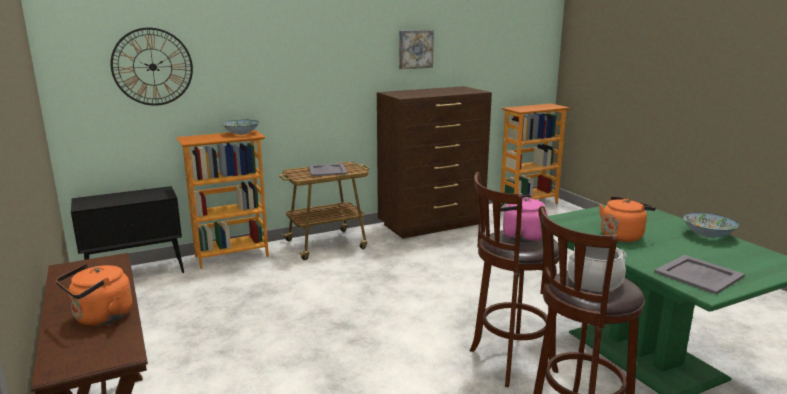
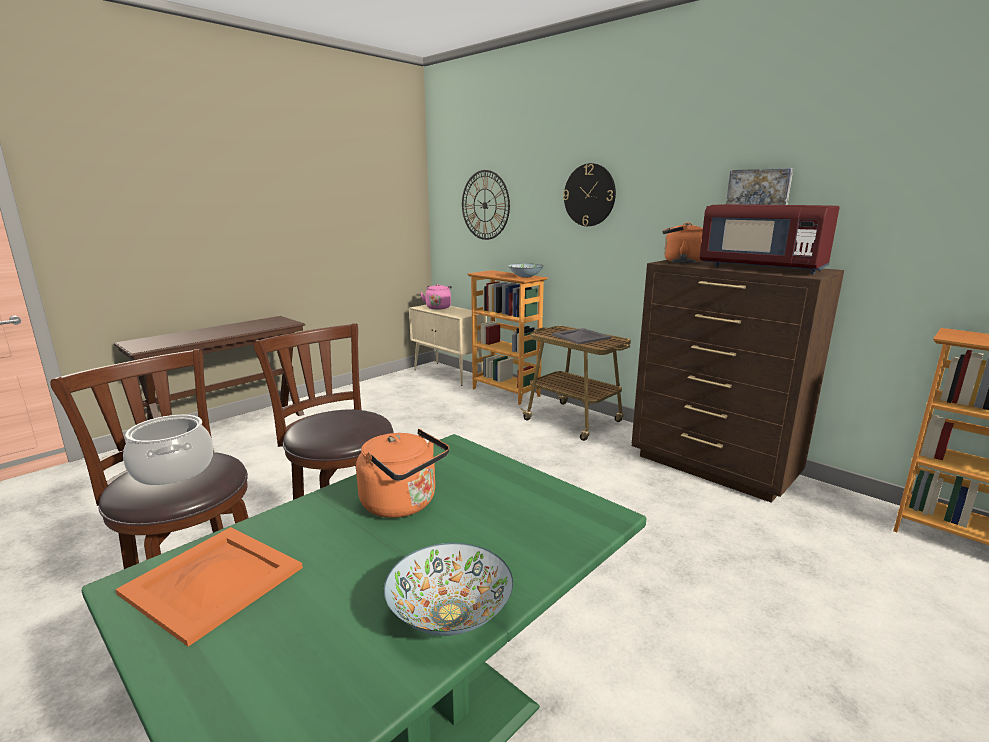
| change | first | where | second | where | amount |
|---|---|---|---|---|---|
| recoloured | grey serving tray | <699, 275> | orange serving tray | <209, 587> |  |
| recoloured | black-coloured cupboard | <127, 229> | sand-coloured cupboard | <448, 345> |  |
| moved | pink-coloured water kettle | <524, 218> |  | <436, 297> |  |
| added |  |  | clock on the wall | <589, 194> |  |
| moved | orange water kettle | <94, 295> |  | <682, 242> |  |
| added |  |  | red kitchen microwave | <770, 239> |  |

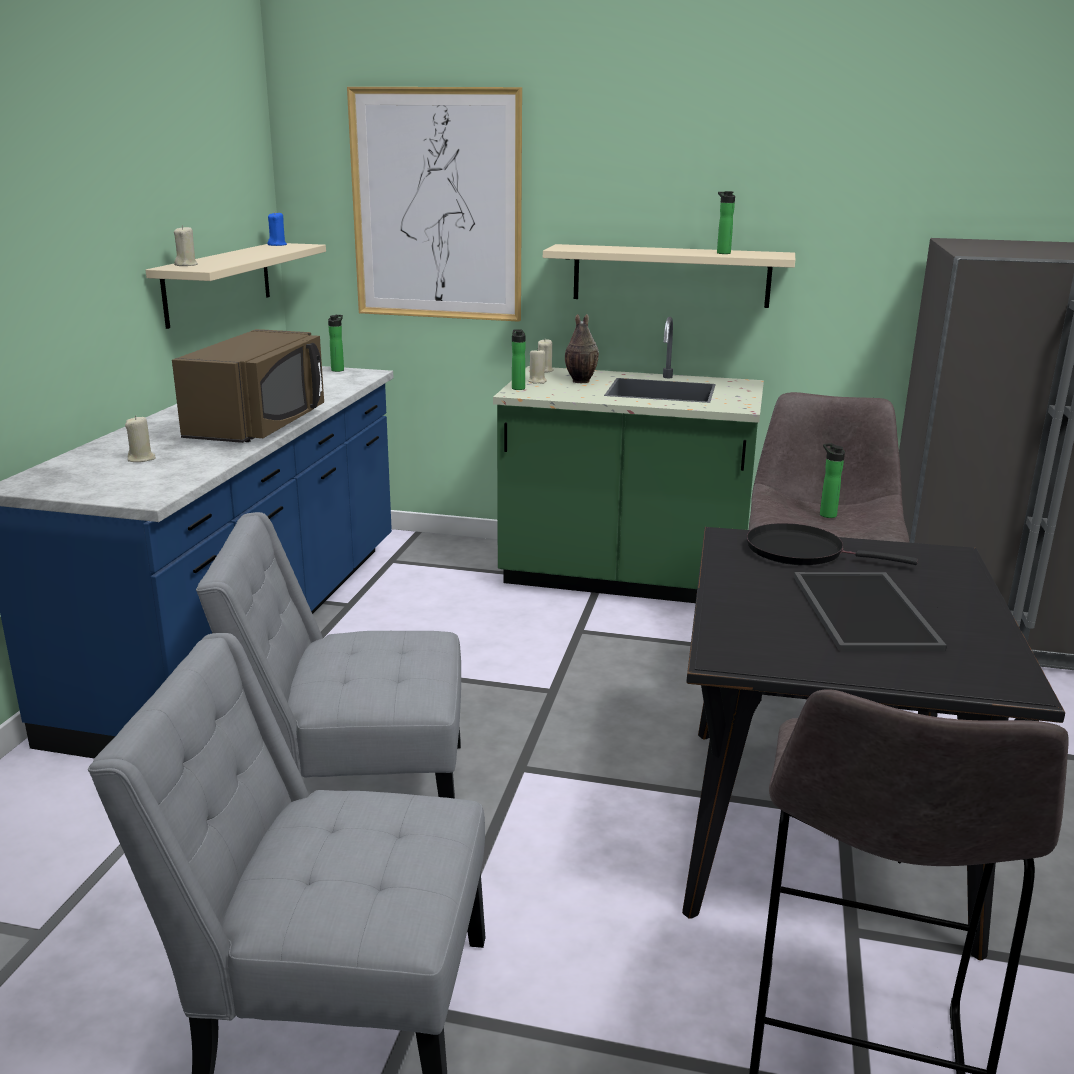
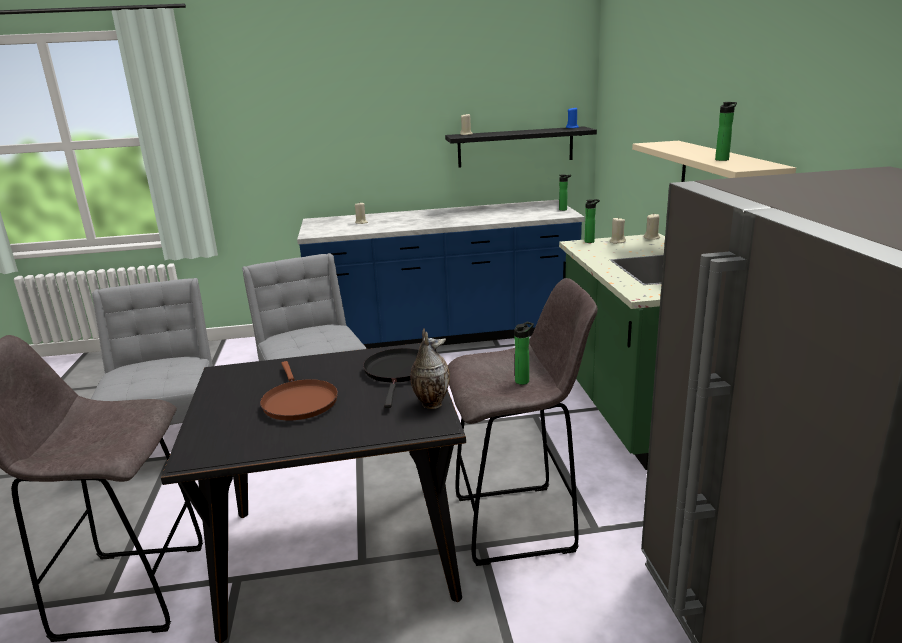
| change | first | where | second | where | amount |
|---|---|---|---|---|---|
| replaced | serving tray | <870, 611> | brown frying pan | <299, 390> |  |
| moved | flower vase | <582, 348> |  | <430, 368> |  |
| recoloured | sand-coloured shelf | <236, 286> | black-coloured shelf | <521, 147> |  |
| removed | brown kitchen microwave | <248, 386> |  |  |  |
| removed | wall art | <434, 204> |  |  |  |

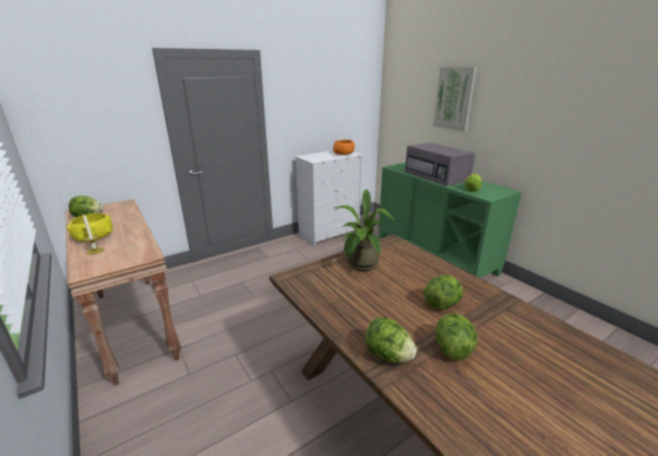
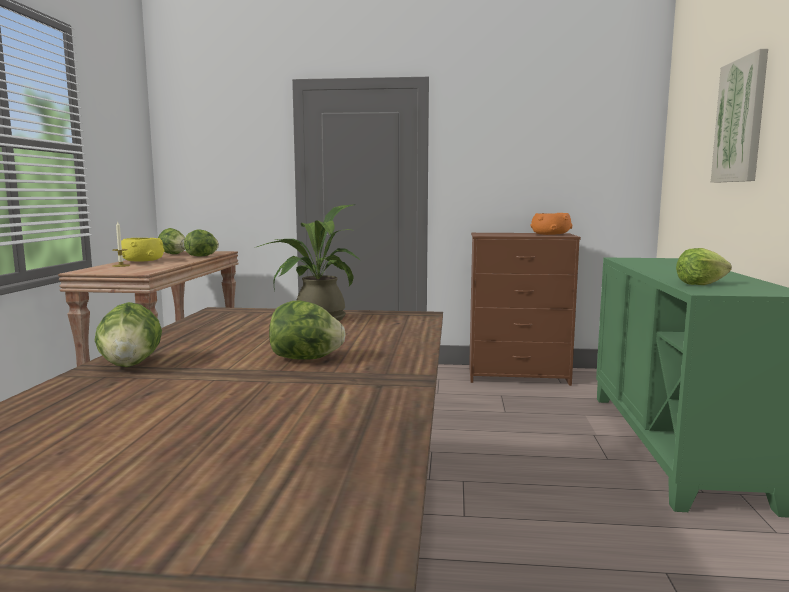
| change | first | where | second | where | amount |
|---|---|---|---|---|---|
| moved | lettuce head | <457, 337> |  | <201, 243> |  |
| recoloured | white-coloured drawer chest | <329, 198> | brown drawer chest | <525, 309> |  |
| removed | grey kitchen microwave | <440, 165> |  |  |  |

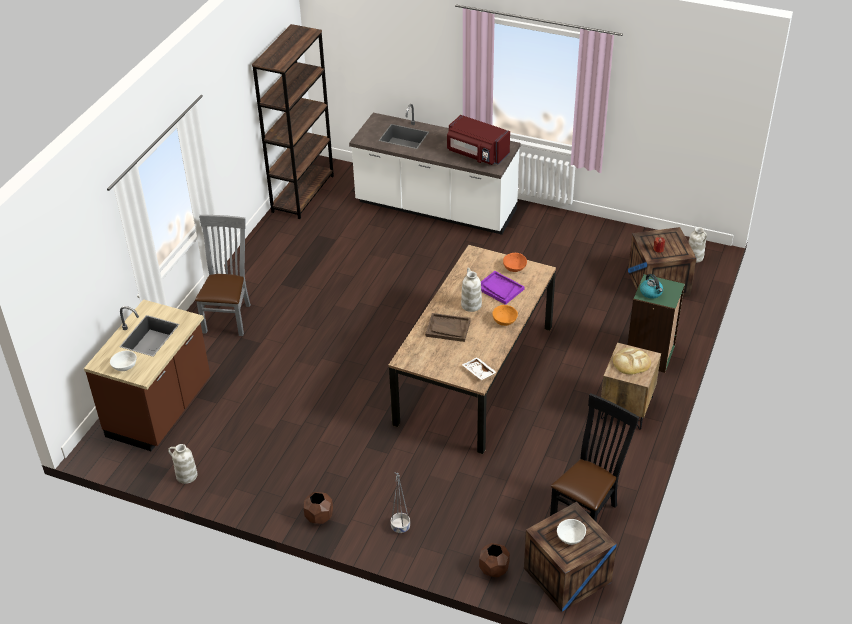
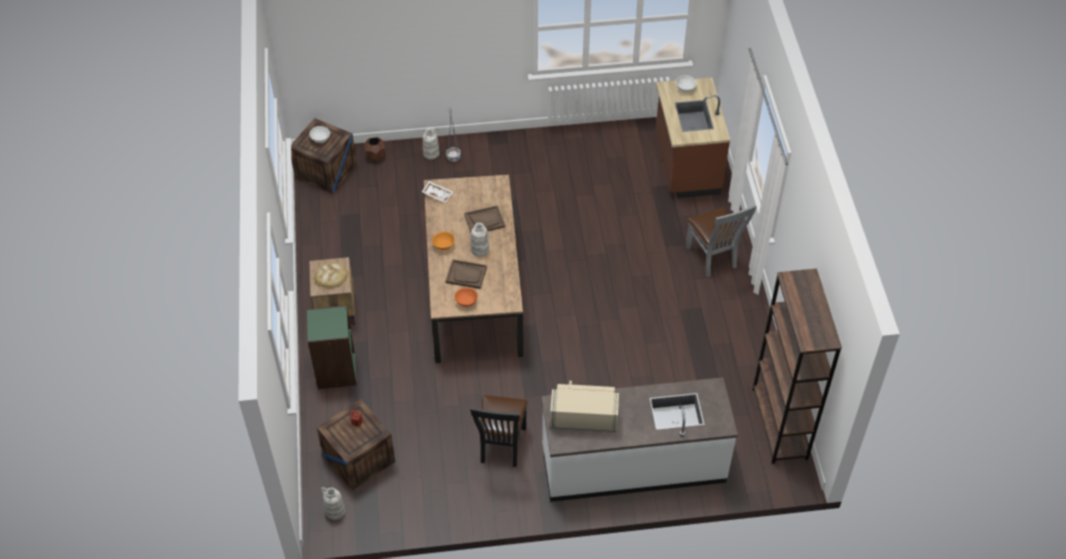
| change | first | where | second | where | amount |
|---|---|---|---|---|---|
| moved | white-coloured flower vase | <183, 464> |  | <431, 143> |  |
| recoloured | purple serving tray | <503, 288> | brown serving tray | <466, 274> |  |
| moved | black-coloured plain chair | <594, 457> |  | <499, 431> |  |
| recoloured | red kitchen microwave | <478, 140> | sand-coloured kitchen microwave | <584, 406> |  |
| removed | brown flower pot | <318, 508> |  |  |  |
| removed | water kettle | <651, 286> |  |  |  |

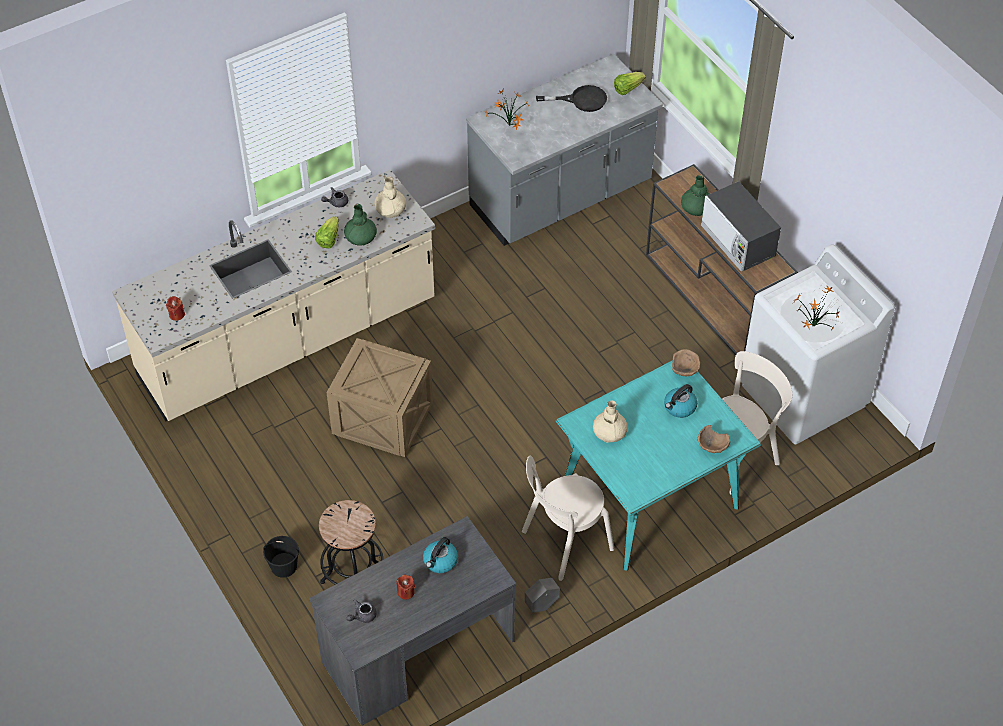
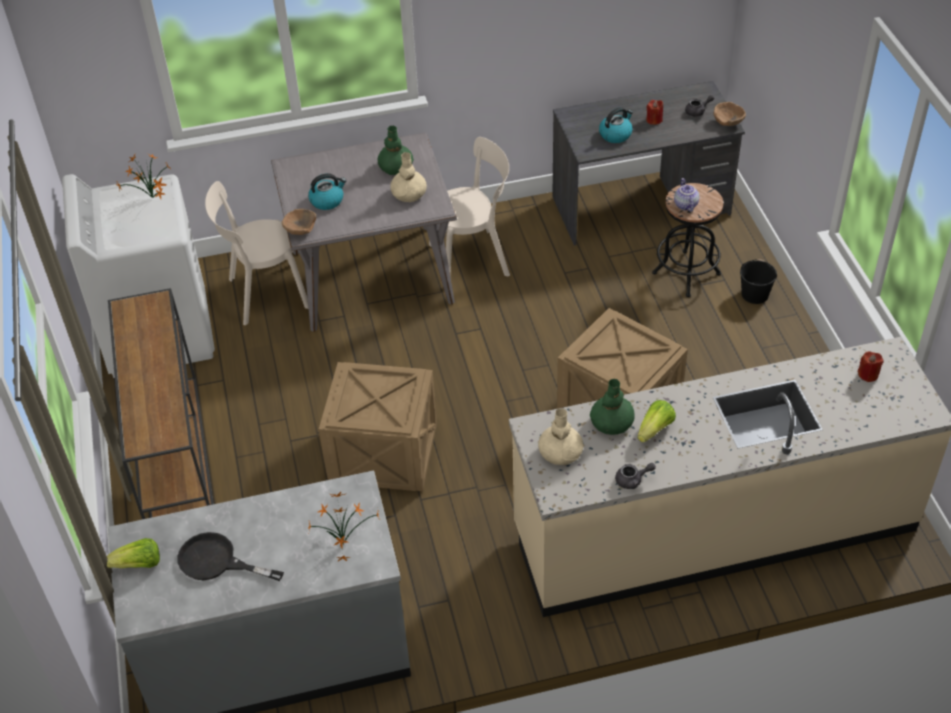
| change | first | where | second | where | amount |
|---|---|---|---|---|---|
| recoloured | turquoise-coloured dining table | <658, 465> | grey dining table | <364, 232> |  |
| added |  |  | packing crate | <378, 426> |  |
| moved | greenish flower vase | <695, 195> |  | <395, 150> |  |
| added |  |  | tea pot | <686, 195> |  |
| moved | brown deep dish | <713, 439> |  | <730, 114> |  |
| removed | grey flower pot | <542, 595> |  |  |  |
| removed | kitchen microwave | <741, 226> |  |  |  |

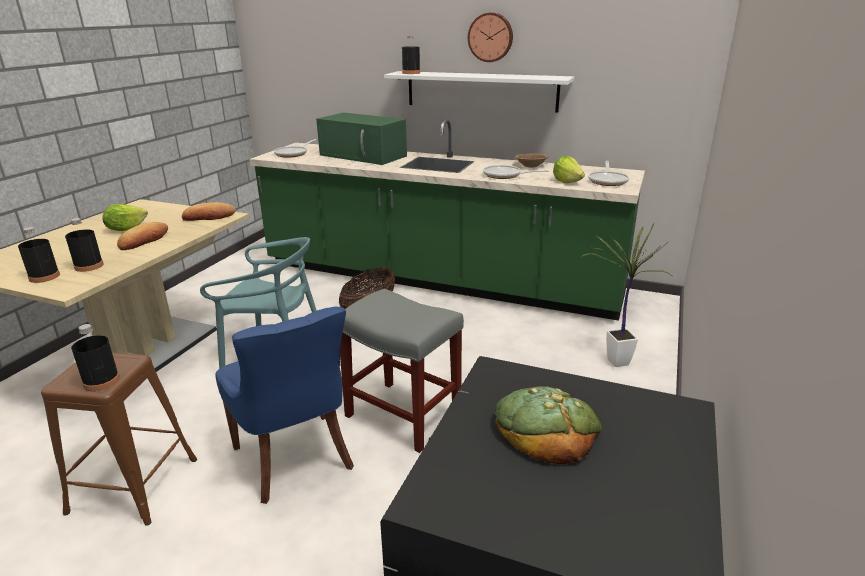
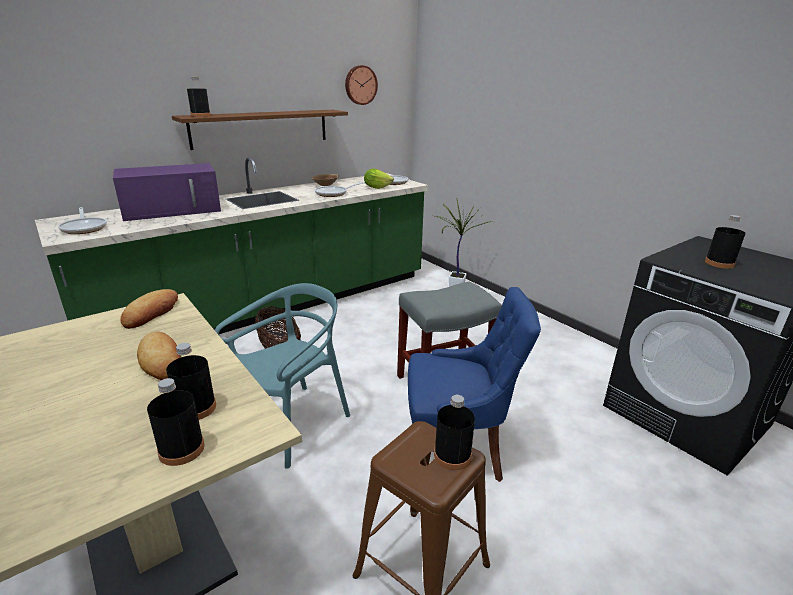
| change | first | where | second | where | amount |
|---|---|---|---|---|---|
| recoloured | greenish kitchen microwave | <361, 138> | purple kitchen microwave | <167, 192> |  |
| recoloured | white-coloured shelf | <479, 92> | brown shelf | <260, 130> |  |
| moved | clock on the wall | <490, 37> |  | <361, 85> |  |
| replaced | baked bread | <548, 425> | black-coloured beverage bottle | <725, 242> |  |
| removed | lettuce head | <125, 217> |  |  |  |

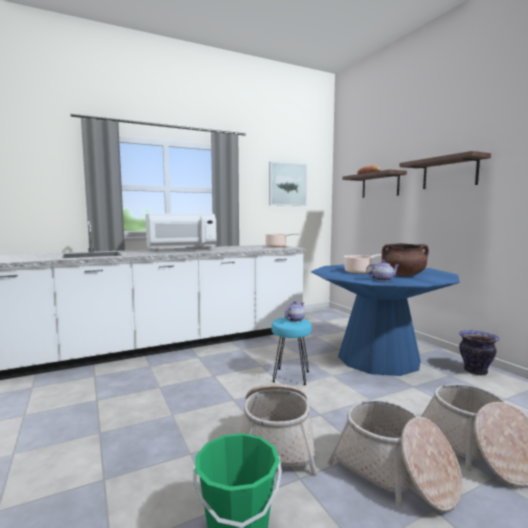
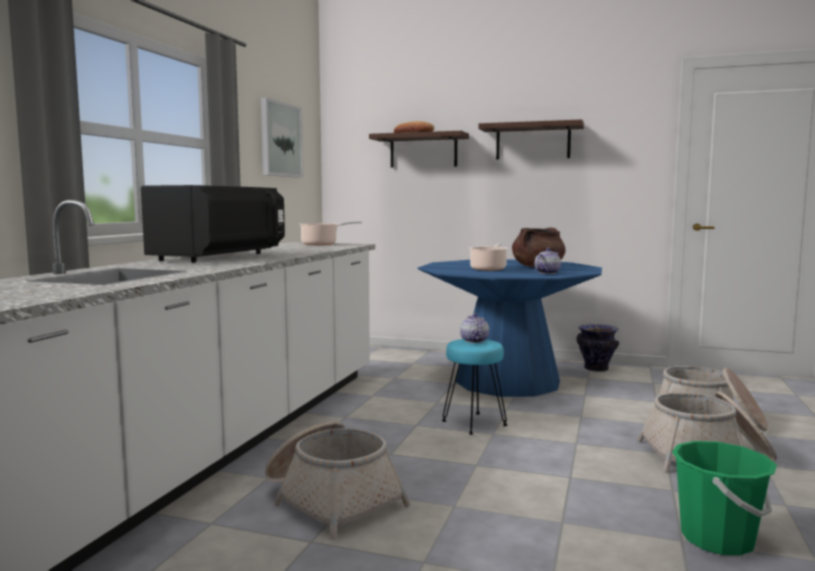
| change | first | where | second | where | amount |
|---|---|---|---|---|---|
| recoloured | white-coloured kitchen microwave | <181, 233> | black-coloured kitchen microwave | <213, 223> |  |
| moved | storage basket | <278, 429> |  | <338, 480> |  |

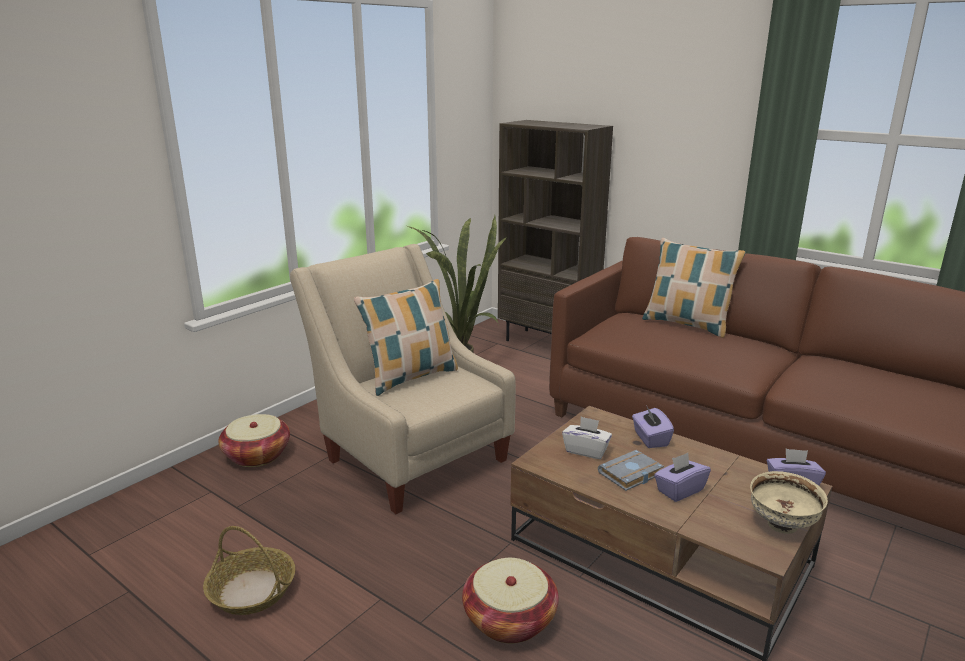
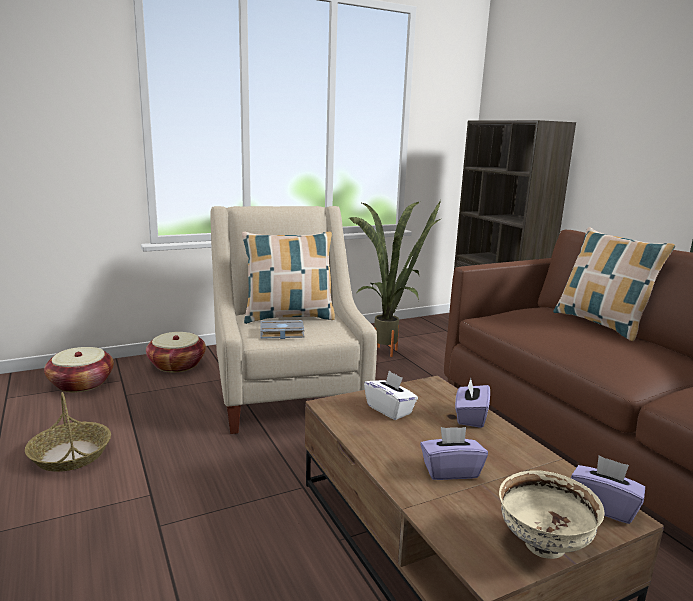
| change | first | where | second | where | amount |
|---|---|---|---|---|---|
| moved | storage basket | <510, 600> |  | <79, 370> |  |
| moved | grey volume | <631, 470> |  | <282, 329> |  |

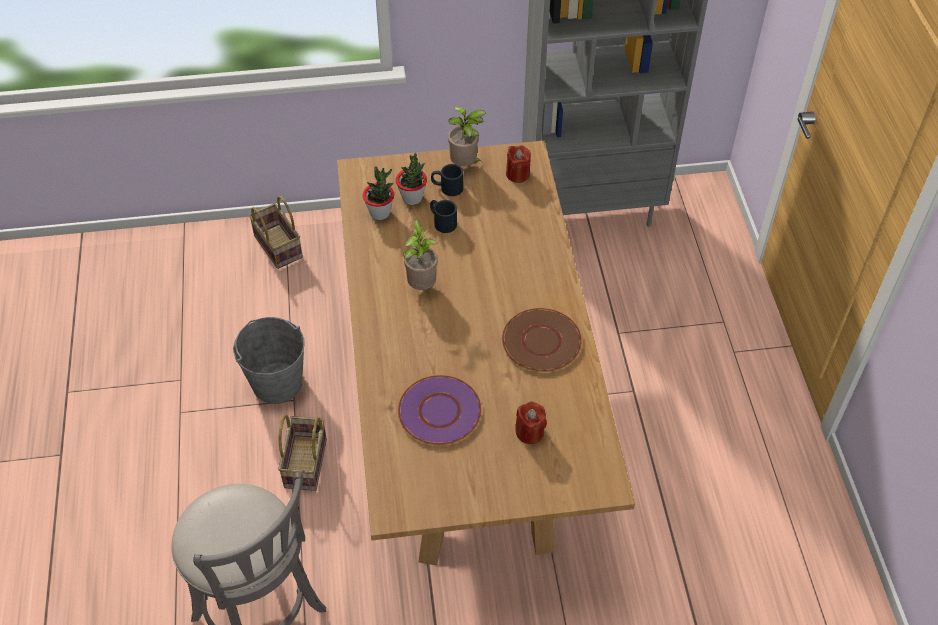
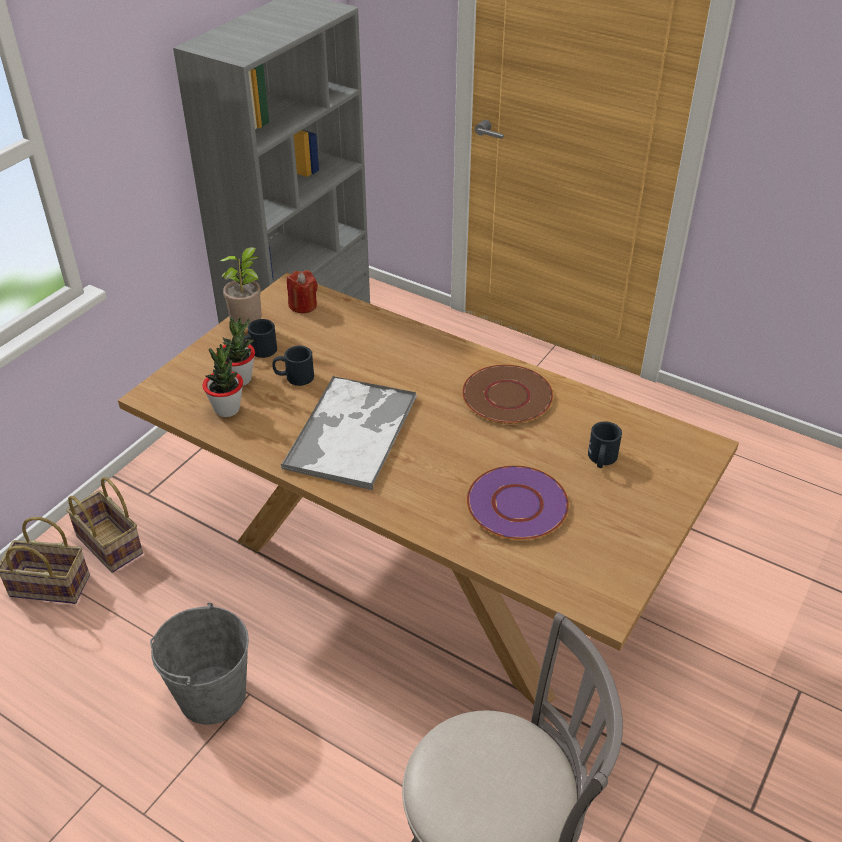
| change | first | where | second | where | amount |
|---|---|---|---|---|---|
| moved | storage basket | <302, 453> |  | <104, 525> |  |
| replaced | plant in a pot | <420, 254> | serving tray | <348, 432> |  |
| replaced | red candle | <531, 422> | black-coloured tea mug | <605, 444> |  |

